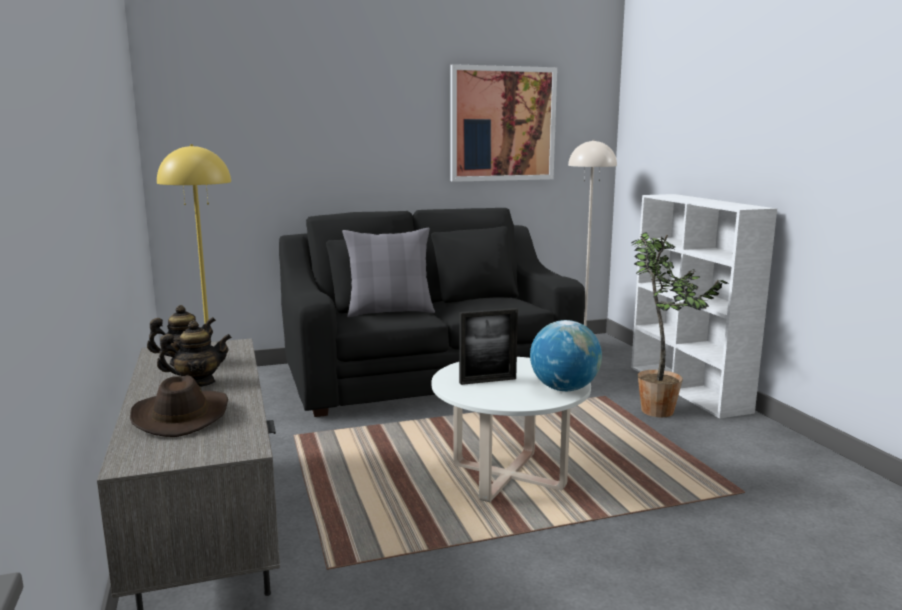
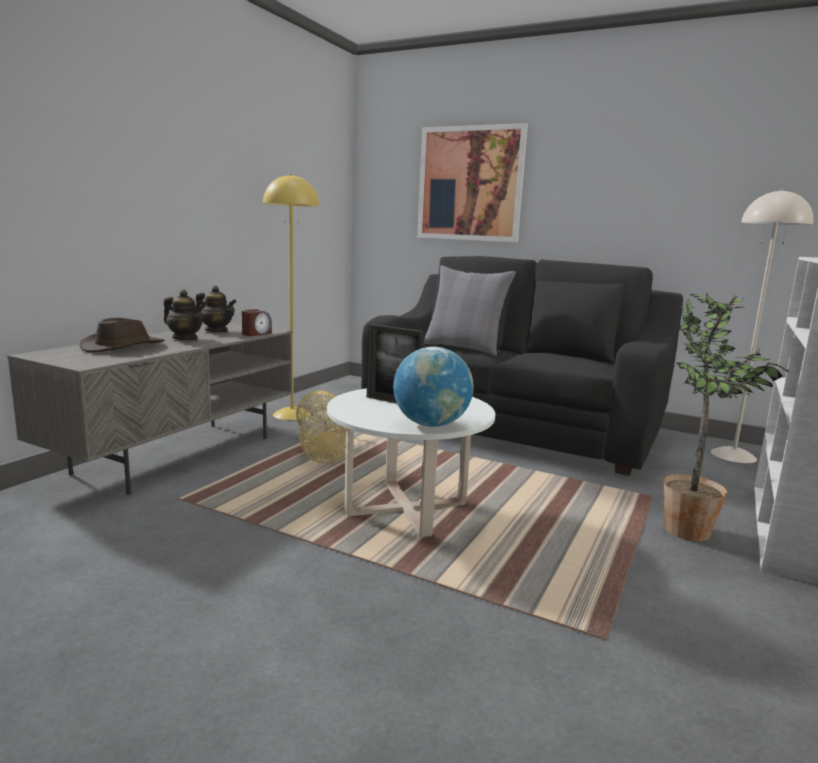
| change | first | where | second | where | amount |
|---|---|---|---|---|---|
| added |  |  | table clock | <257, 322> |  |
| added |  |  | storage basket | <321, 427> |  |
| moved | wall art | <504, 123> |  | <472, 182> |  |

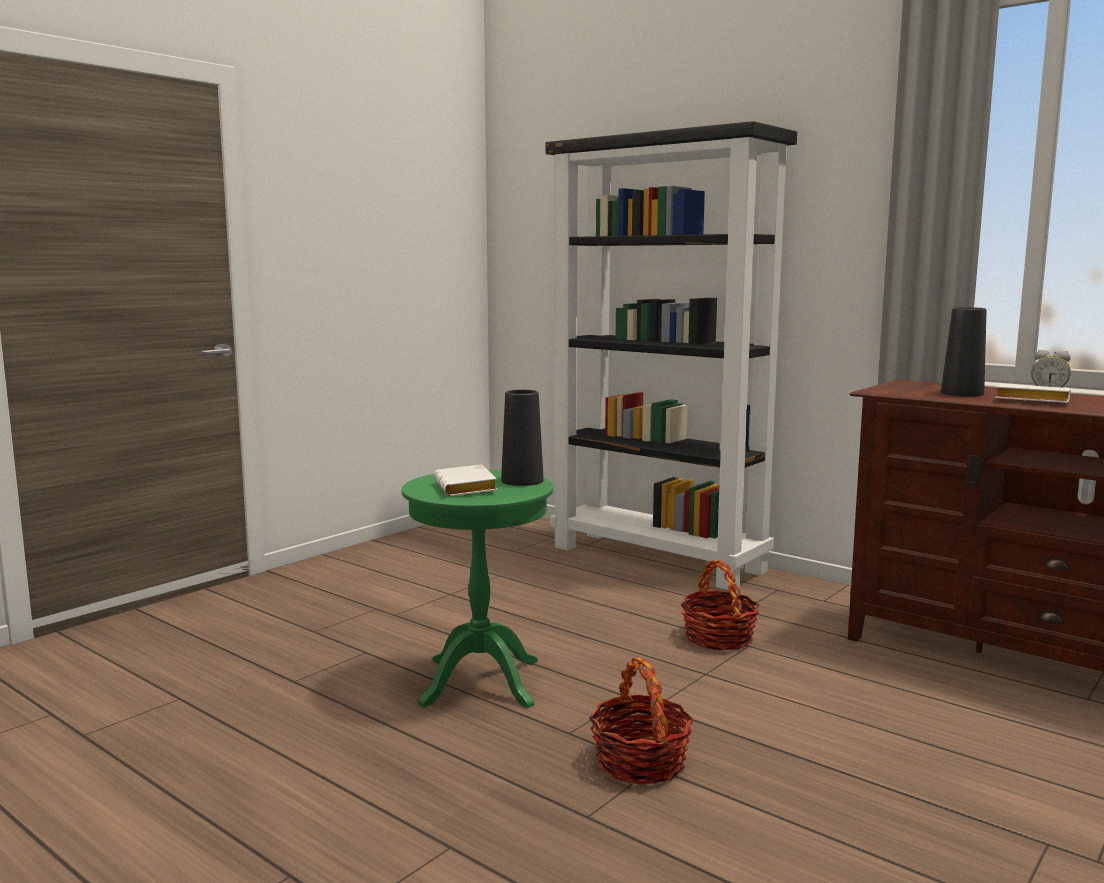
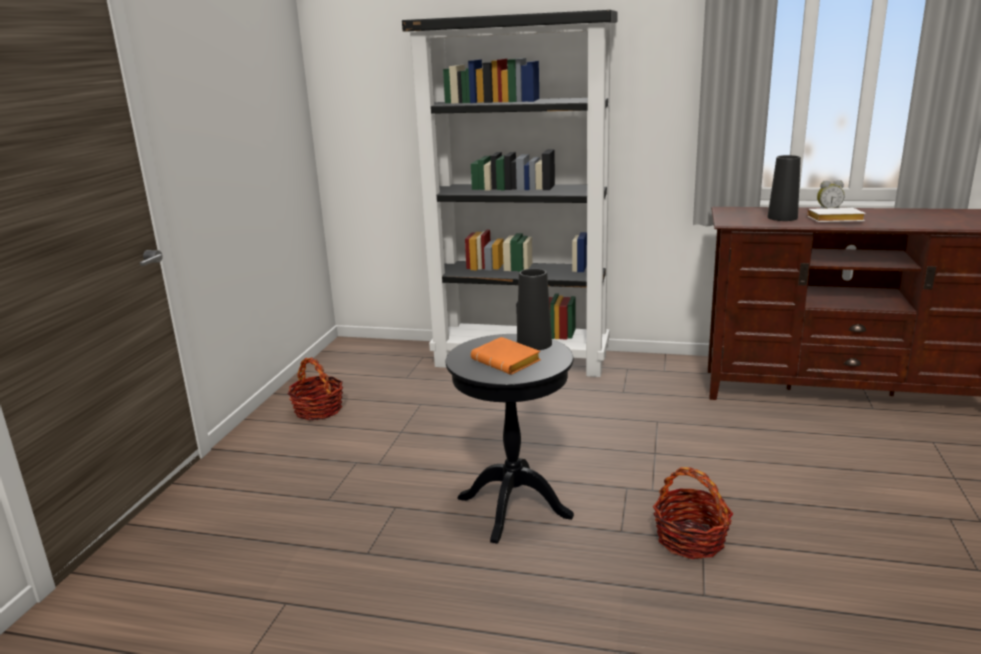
| change | first | where | second | where | amount |
|---|---|---|---|---|---|
| moved | storage basket | <720, 605> |  | <315, 388> |  |
| recoloured | greenish end table | <477, 589> | black-coloured end table | <510, 439> |  |
| recoloured | white-coloured volume | <466, 480> | orange volume | <506, 356> |  |

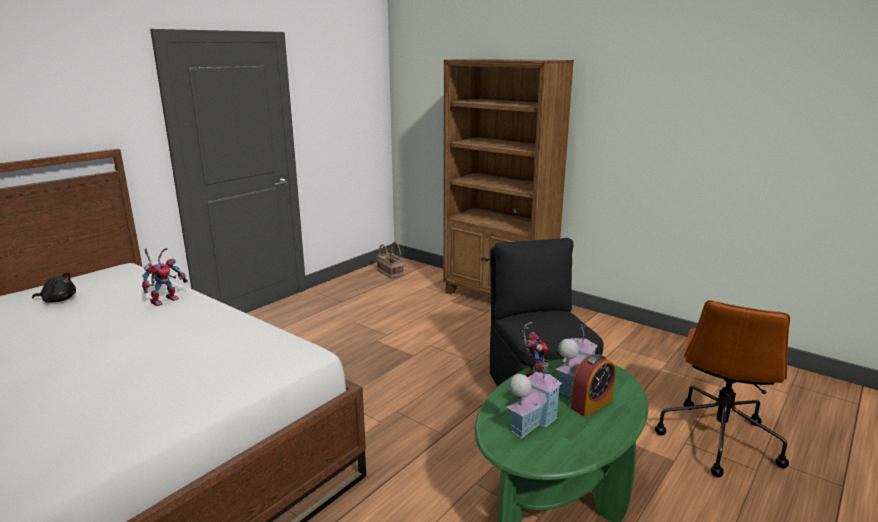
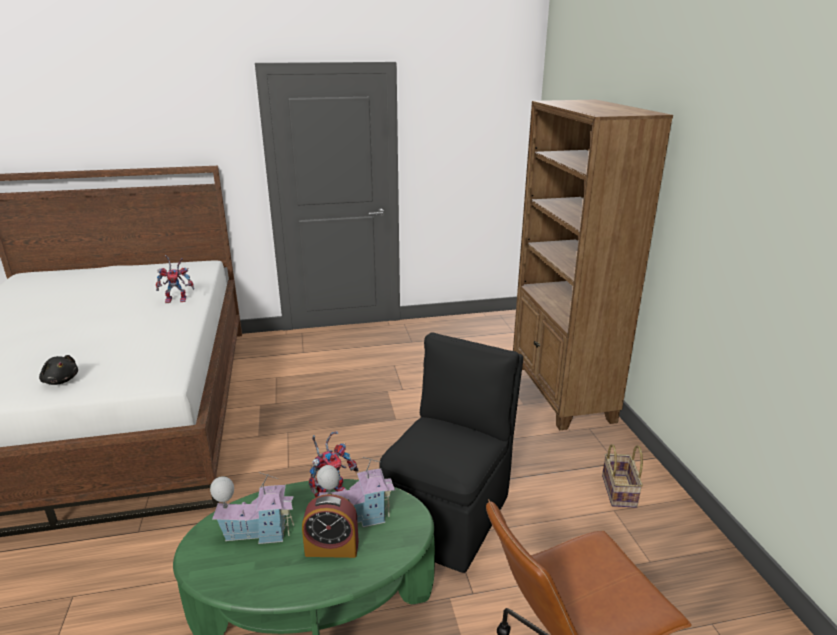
| change | first | where | second | where | amount |
|---|---|---|---|---|---|
| moved | black-coloured soft toy | <54, 287> |  | <58, 370> |  |
| moved | storage basket | <390, 260> |  | <622, 476> |  |

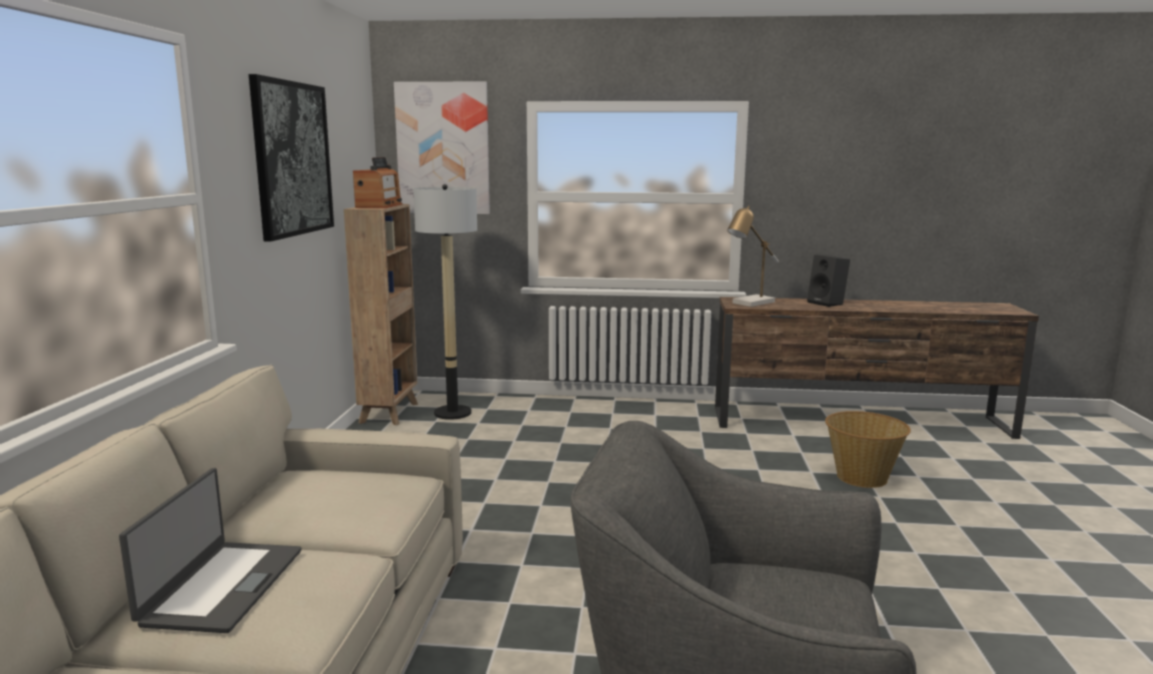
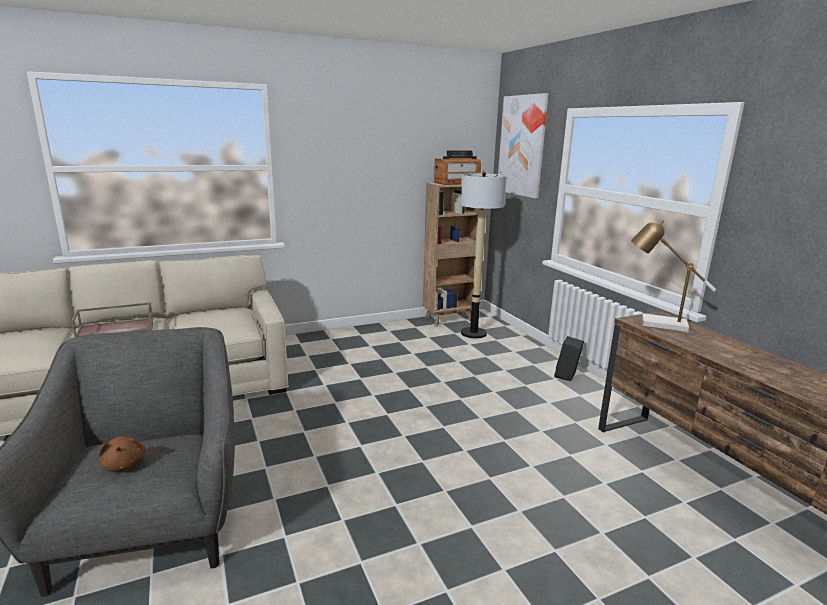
| change | first | where | second | where | amount |
|---|---|---|---|---|---|
| replaced | notebook computer | <210, 550> | brown serving tray | <112, 319> |  |
| added |  |  | brown soft toy | <122, 454> |  |
| moved | black-coloured loudspeaker | <828, 281> |  | <569, 358> |  |
| removed | wall art | <291, 158> |  |  |  |
| removed | storage basket | <868, 449> |  |  |  |

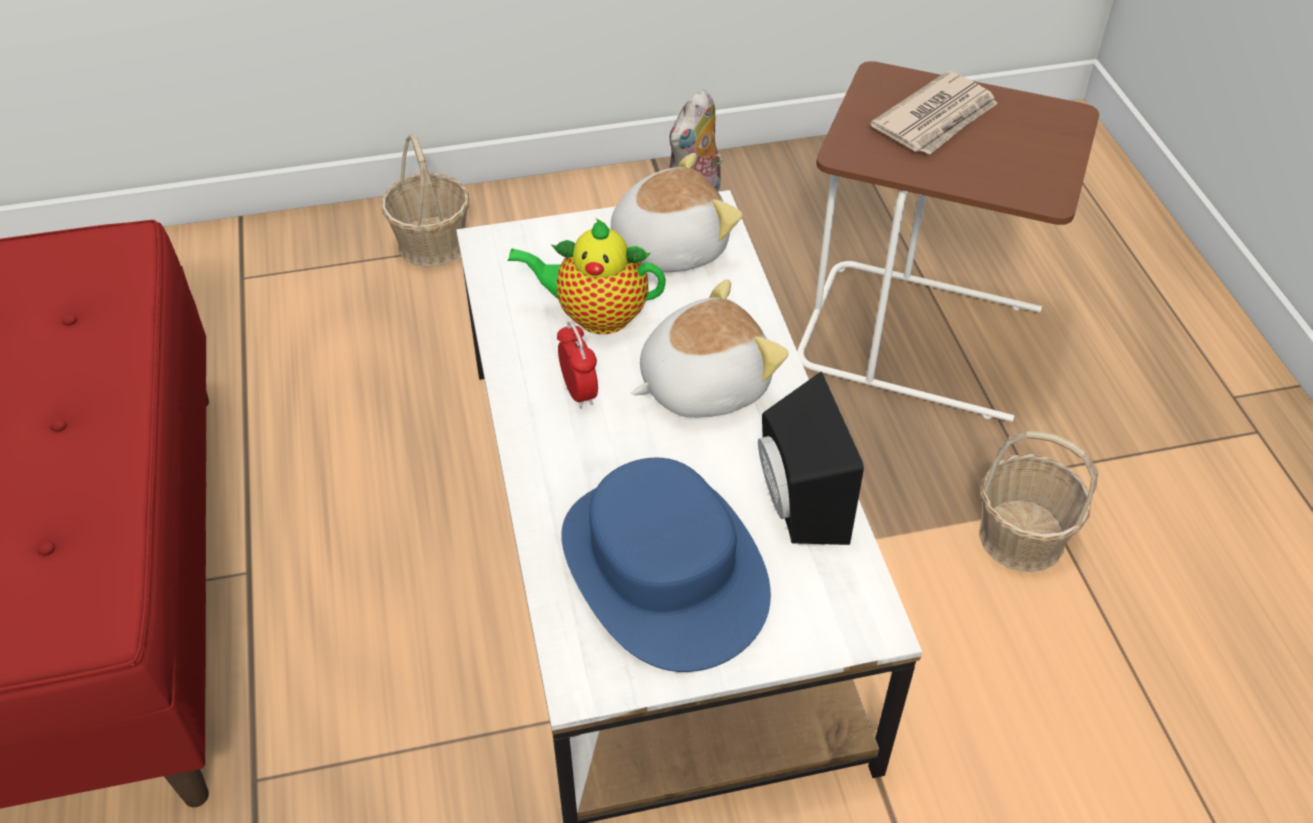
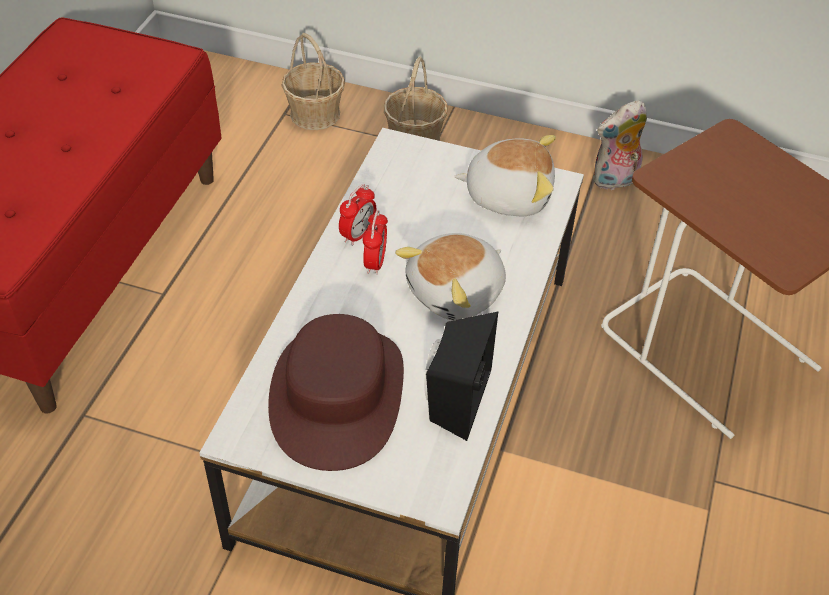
| change | first | where | second | where | amount |
|---|---|---|---|---|---|
| recoloured | bluish wearable hat | <666, 565> | brown wearable hat | <336, 392> |  |
| moved | storage basket | <1038, 501> |  | <313, 81> |  |
| added |  |  | table clock | <357, 215> |  |
| turned | soft toy | <710, 348> |  | <450, 277> | 135 degrees clockwise |
| removed | tea pot | <586, 276> |  |  |  |
| removed | printed paper | <934, 113> |  |  |  |

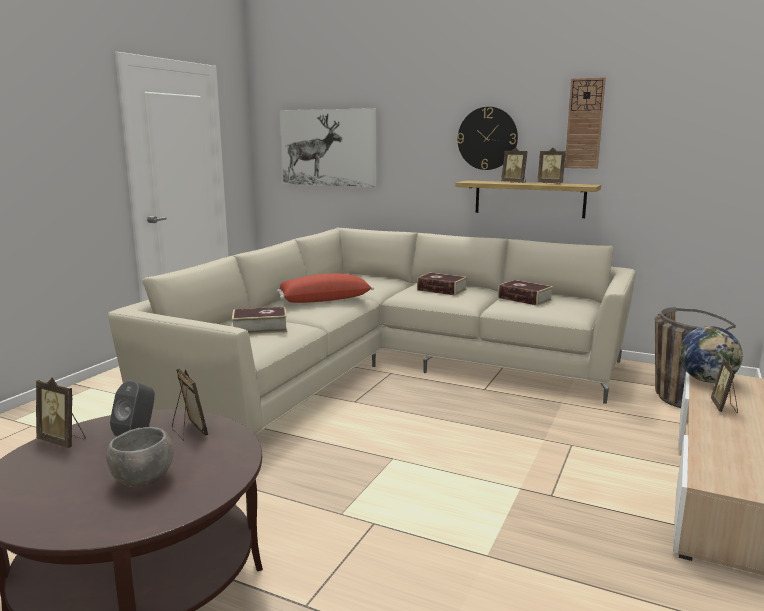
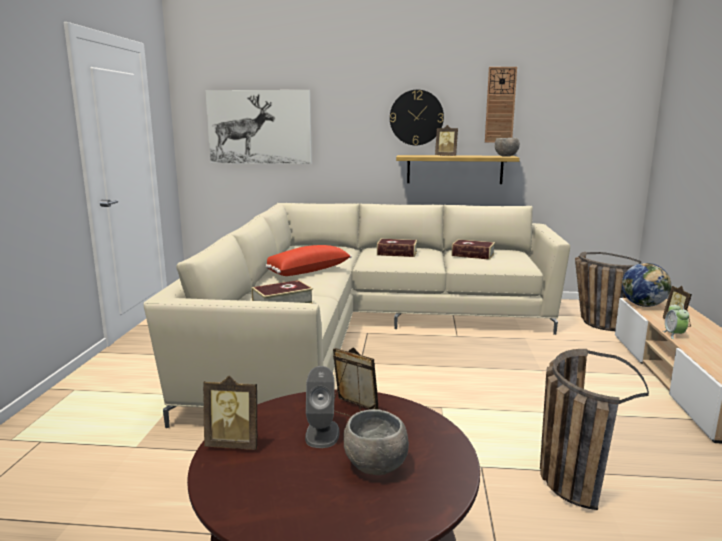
| change | first | where | second | where | amount |
|---|---|---|---|---|---|
| added |  |  | grey deep dish | <507, 147> |  |
| added |  |  | storage basket | <594, 429> |  |
| added |  |  | table clock | <676, 321> |  |
| removed | photo frame | <551, 166> |  |  |  |

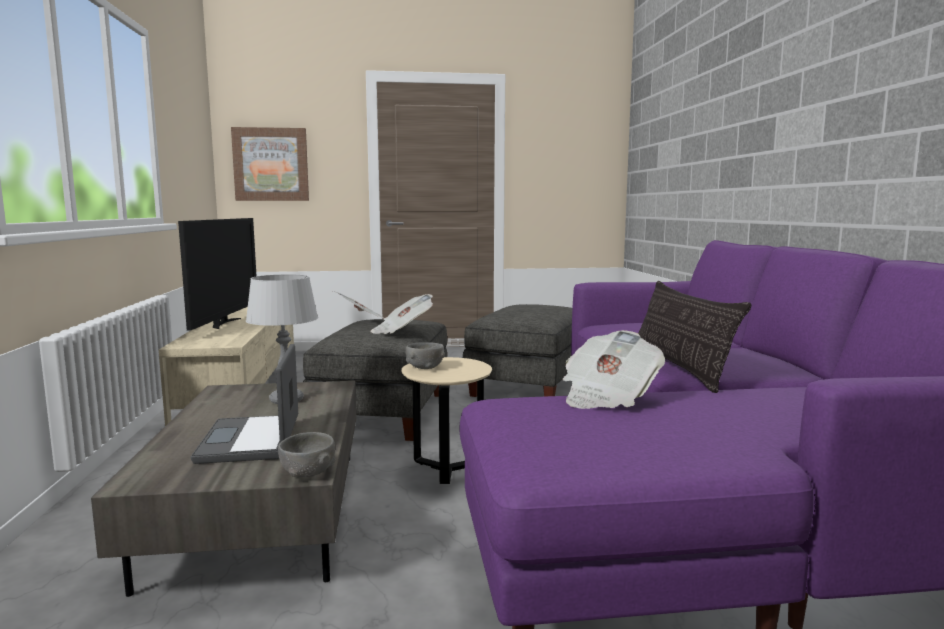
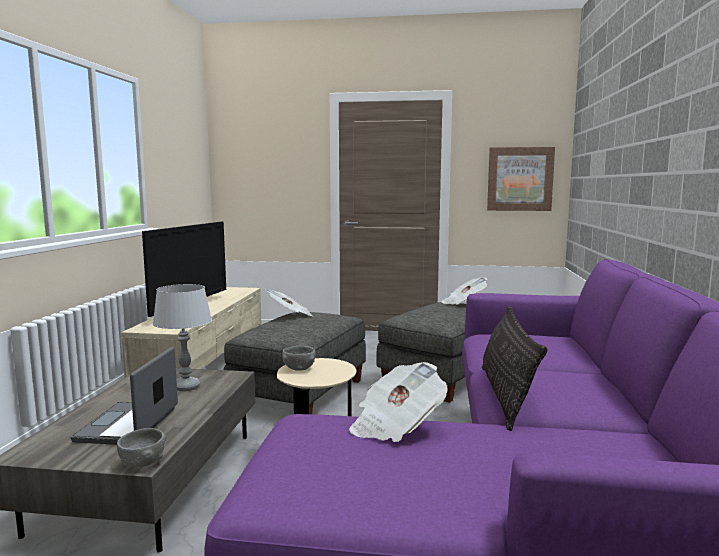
| change | first | where | second | where | amount |
|---|---|---|---|---|---|
| moved | printed paper | <402, 314> |  | <464, 291> |  |
| moved | wall art | <270, 164> |  | <521, 179> |  |

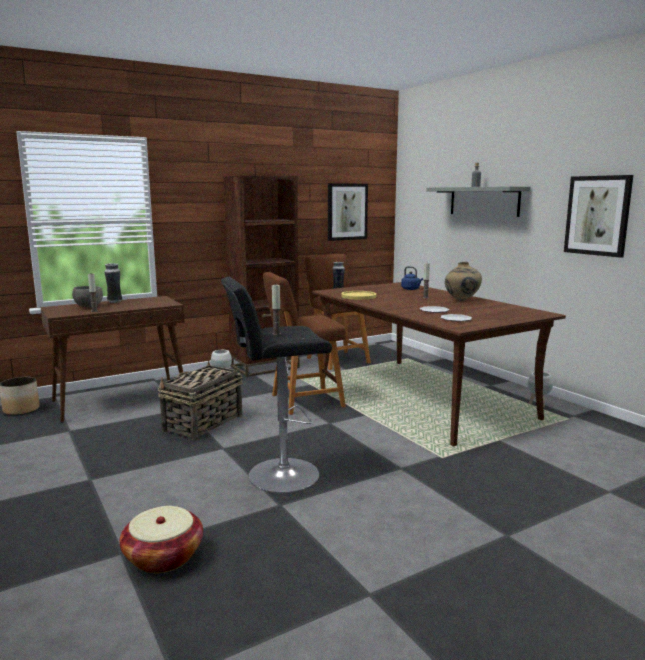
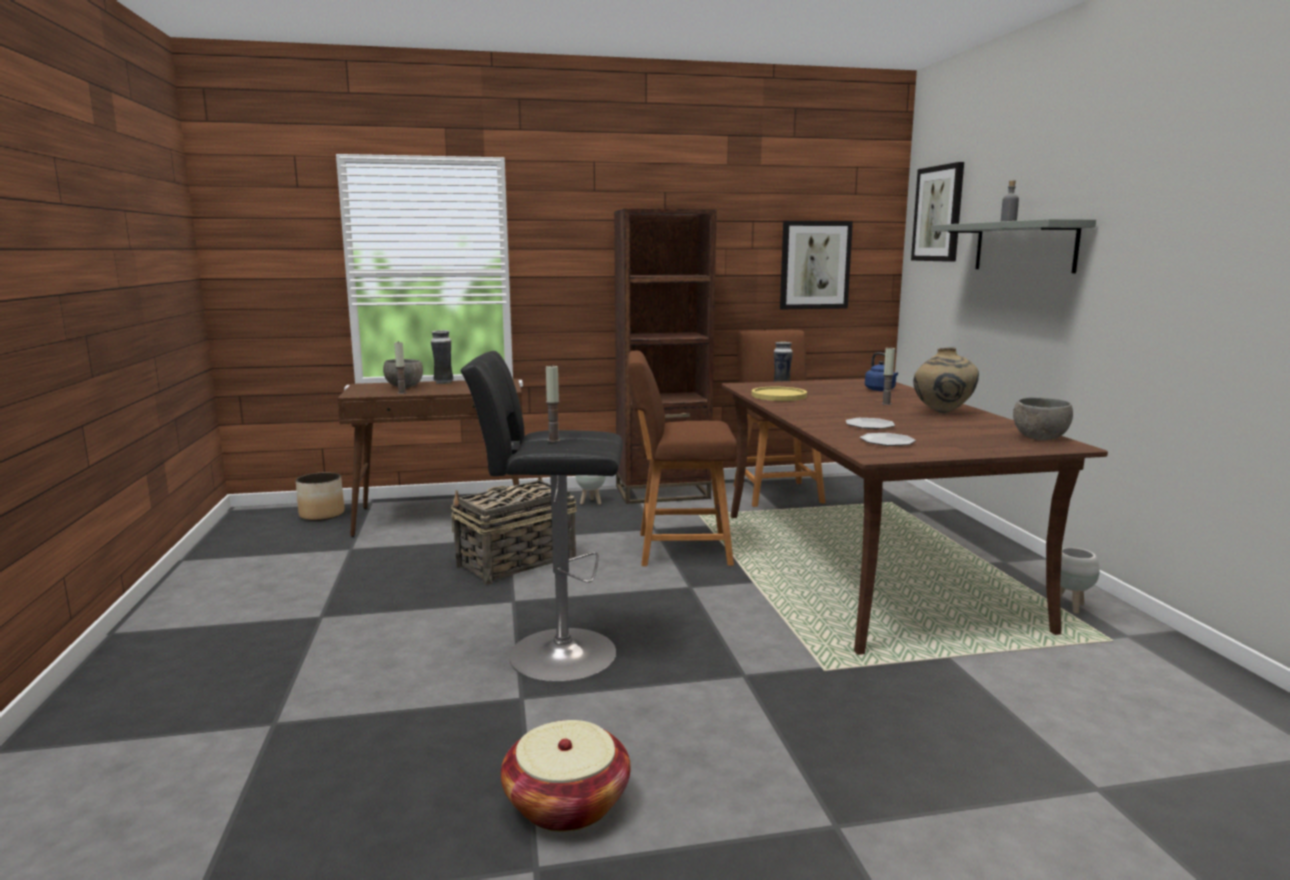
| change | first | where | second | where | amount |
|---|---|---|---|---|---|
| moved | storage basket | <161, 539> |  | <566, 776> |  |
| moved | wall art | <598, 216> |  | <937, 212> |  |
| added |  |  | grey deep dish | <1043, 418> |  |

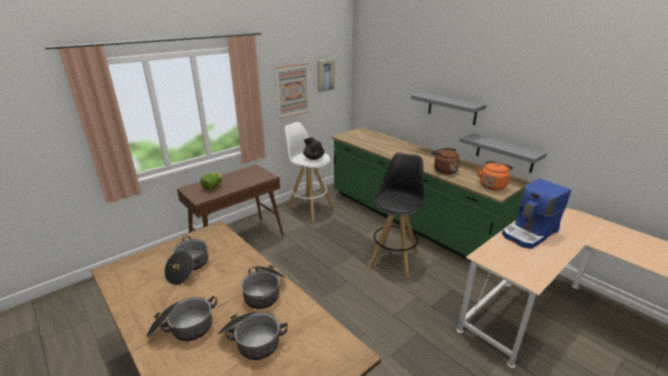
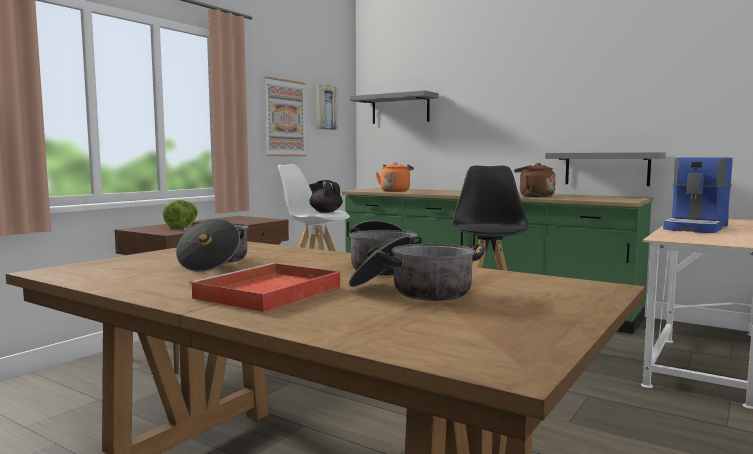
| change | first | where | second | where | amount |
|---|---|---|---|---|---|
| replaced | saucepot | <181, 318> | red serving tray | <265, 287> |  |
| moved | grey shelf | <449, 108> |  | <394, 107> |  |
| moved | orange water kettle | <495, 175> |  | <395, 177> |  |

